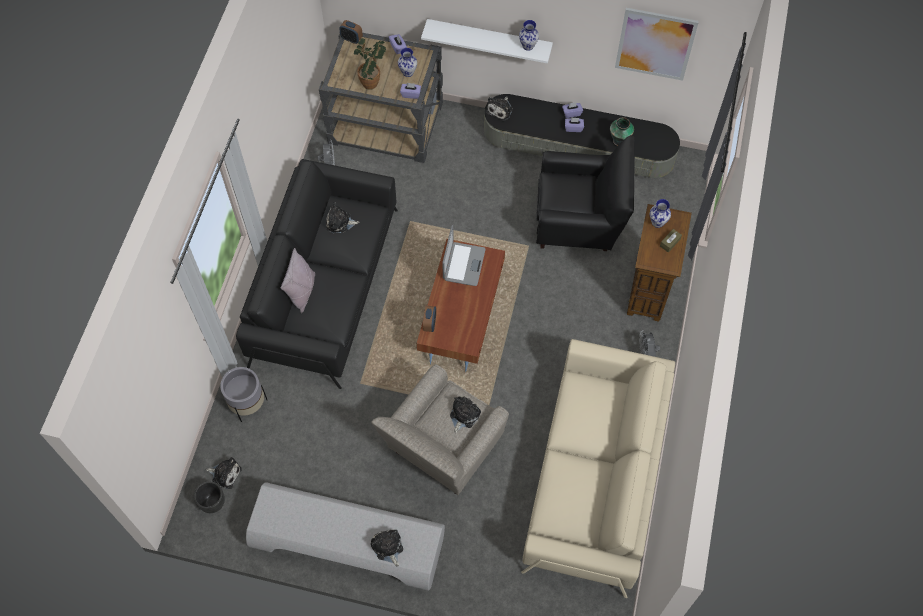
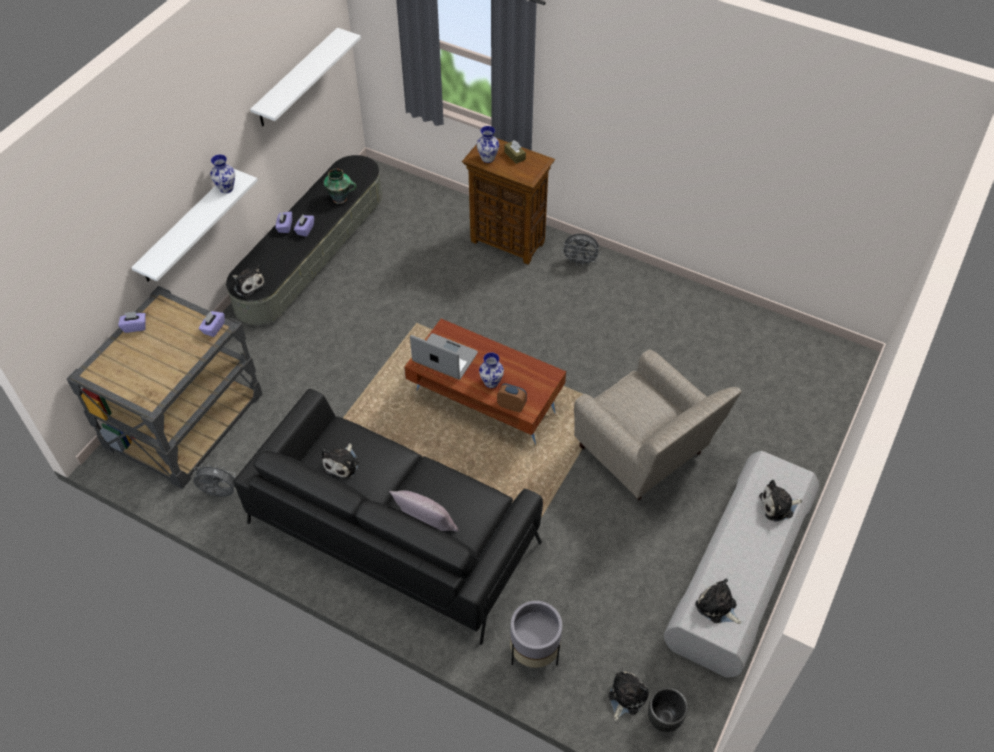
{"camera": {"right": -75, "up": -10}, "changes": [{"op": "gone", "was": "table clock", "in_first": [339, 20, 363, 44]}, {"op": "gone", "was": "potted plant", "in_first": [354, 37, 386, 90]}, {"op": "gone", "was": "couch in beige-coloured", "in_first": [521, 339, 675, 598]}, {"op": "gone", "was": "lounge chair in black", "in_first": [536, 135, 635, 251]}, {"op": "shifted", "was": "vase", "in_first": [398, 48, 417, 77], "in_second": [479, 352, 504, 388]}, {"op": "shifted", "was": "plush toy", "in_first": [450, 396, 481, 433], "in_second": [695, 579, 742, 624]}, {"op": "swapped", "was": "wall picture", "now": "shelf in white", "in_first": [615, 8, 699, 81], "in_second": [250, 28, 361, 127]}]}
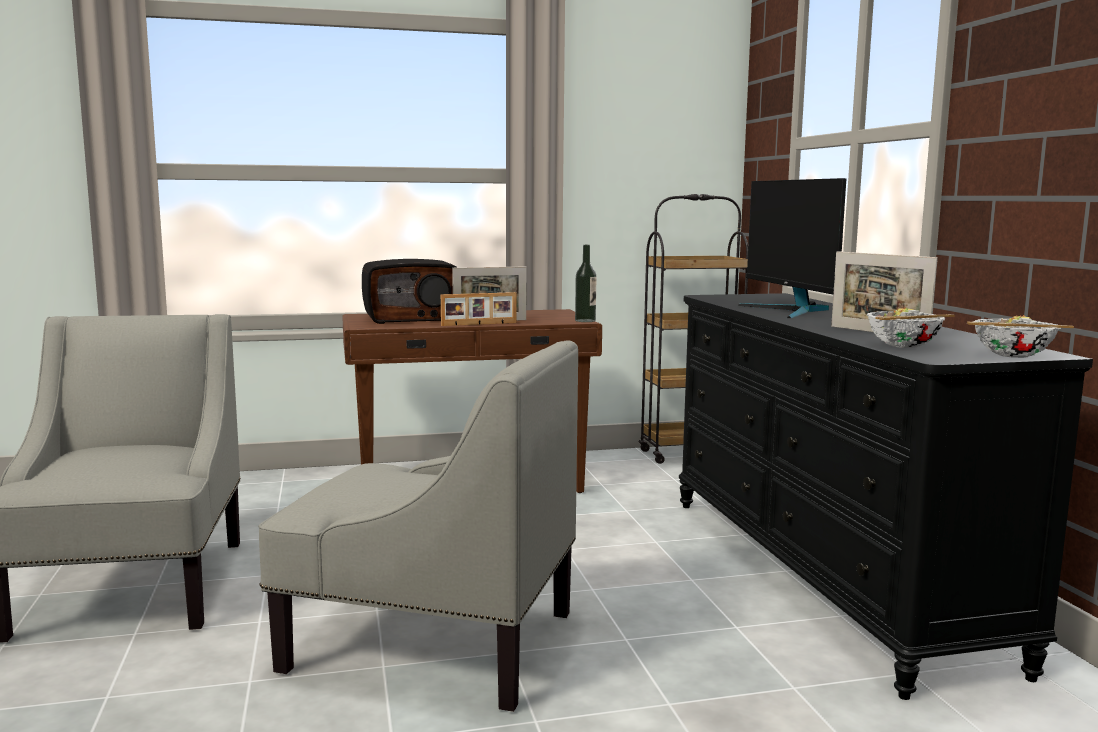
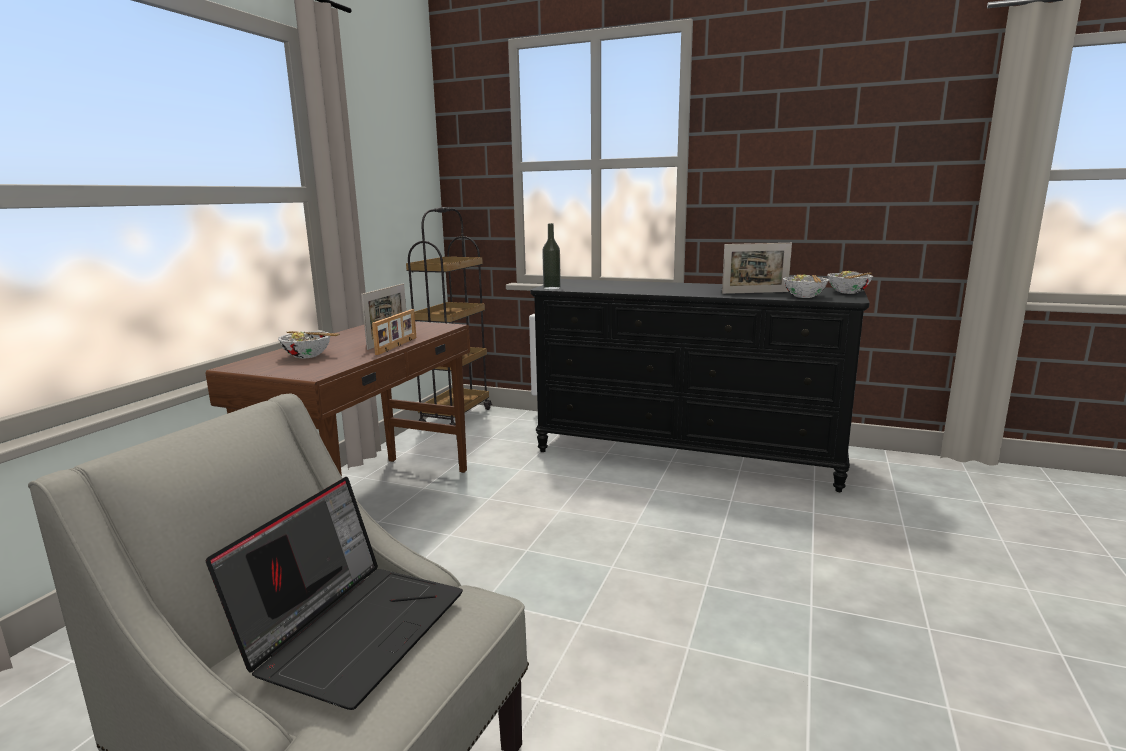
{"camera": {"right": -55, "up": 5}, "changes": [{"op": "gone", "was": "lounge chair in gray", "in_first": [258, 340, 578, 712]}, {"op": "gone", "was": "computer display", "in_first": [738, 178, 846, 318]}, {"op": "new", "now": "notebook computer", "in_second": [206, 477, 463, 710]}, {"op": "shifted", "was": "beverage bottle", "in_first": [575, 245, 597, 322], "in_second": [542, 223, 561, 290]}, {"op": "swapped", "was": "radio", "now": "bowl", "in_first": [362, 259, 457, 324], "in_second": [278, 331, 340, 359]}]}
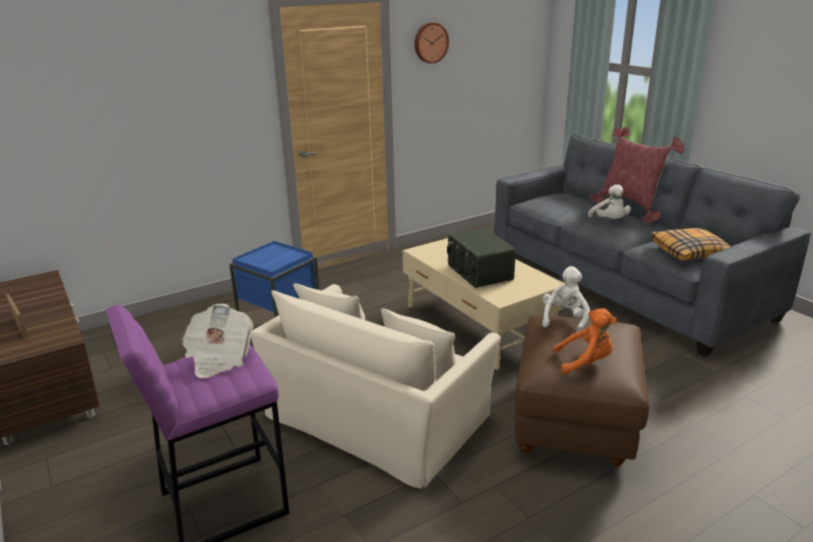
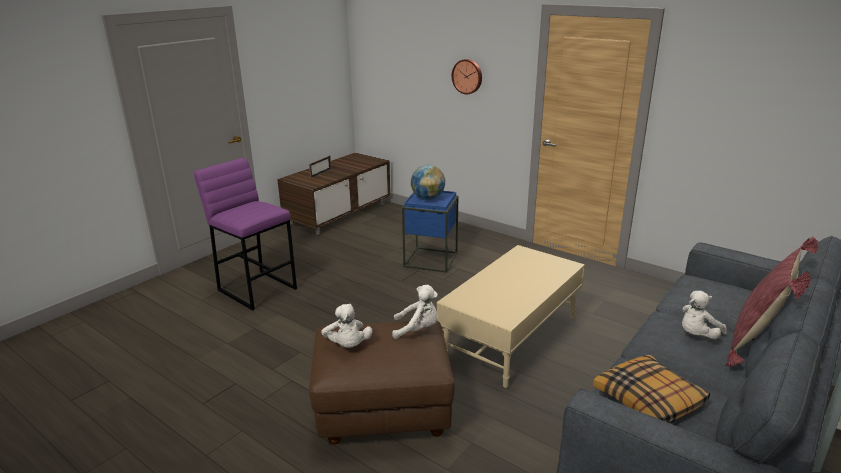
{"camera": {"right": 70, "up": 0}, "changes": [{"op": "gone", "was": "printed paper", "in_first": [182, 304, 254, 378]}, {"op": "gone", "was": "lounge chair in beige-coloured", "in_first": [251, 283, 500, 489]}, {"op": "gone", "was": "radio", "in_first": [447, 228, 516, 288]}, {"op": "new", "now": "globe", "in_second": [411, 165, 445, 200]}, {"op": "shifted", "was": "wall clock", "in_first": [415, 22, 449, 64], "in_second": [452, 59, 482, 94]}, {"op": "repainted", "was": "plush toy in orange", "now": "plush toy in white", "in_first": [553, 308, 616, 375], "in_second": [321, 304, 373, 348]}]}
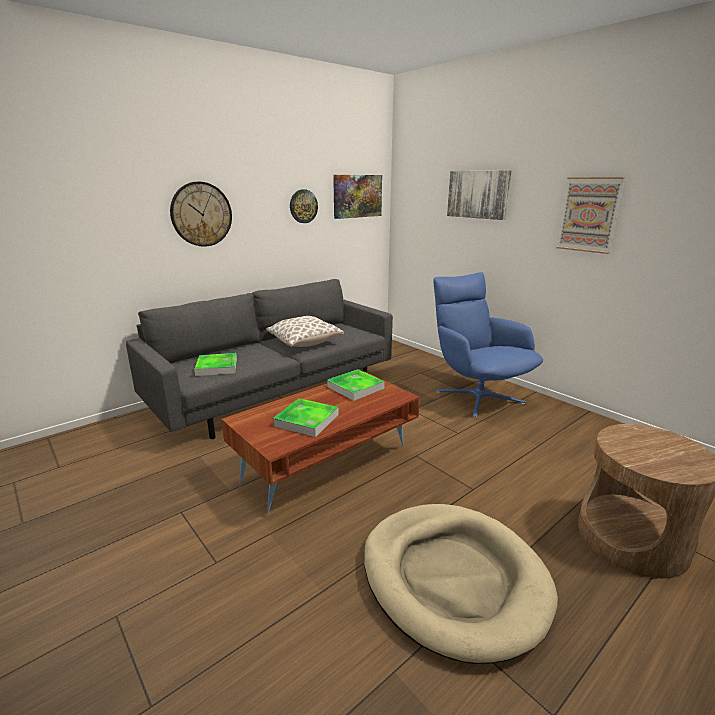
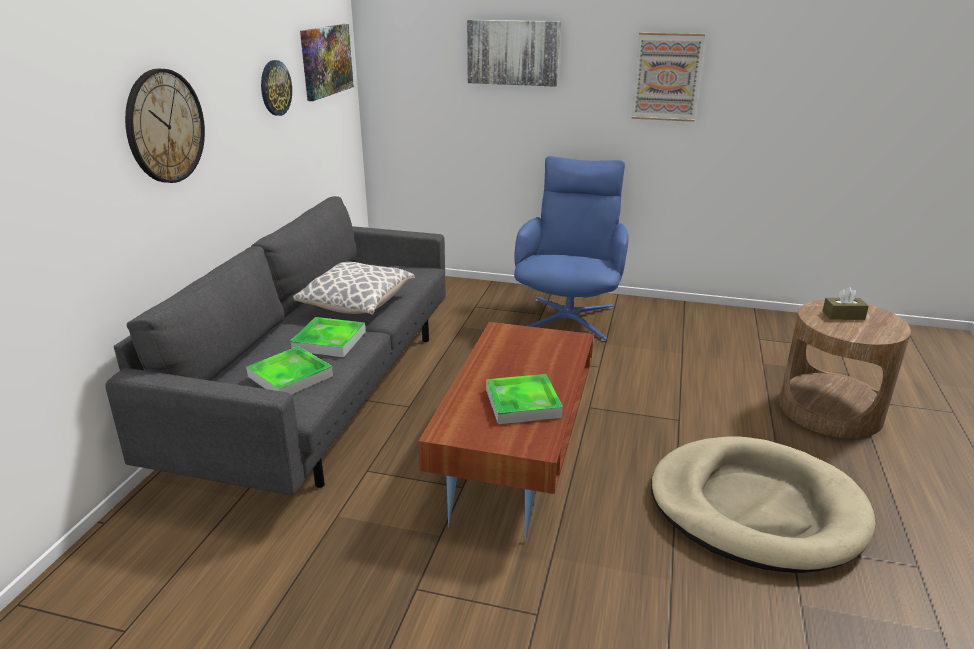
{"camera": {"right": -35, "up": 5}, "changes": [{"op": "new", "now": "tissue box in brown", "in_second": [822, 287, 869, 320]}, {"op": "shifted", "was": "tray", "in_first": [327, 369, 385, 401], "in_second": [290, 317, 366, 357]}, {"op": "rotated", "was": "lounge chair in bluish", "in_first": [433, 272, 543, 418], "in_second": [514, 156, 628, 341], "clockwise": 75}]}
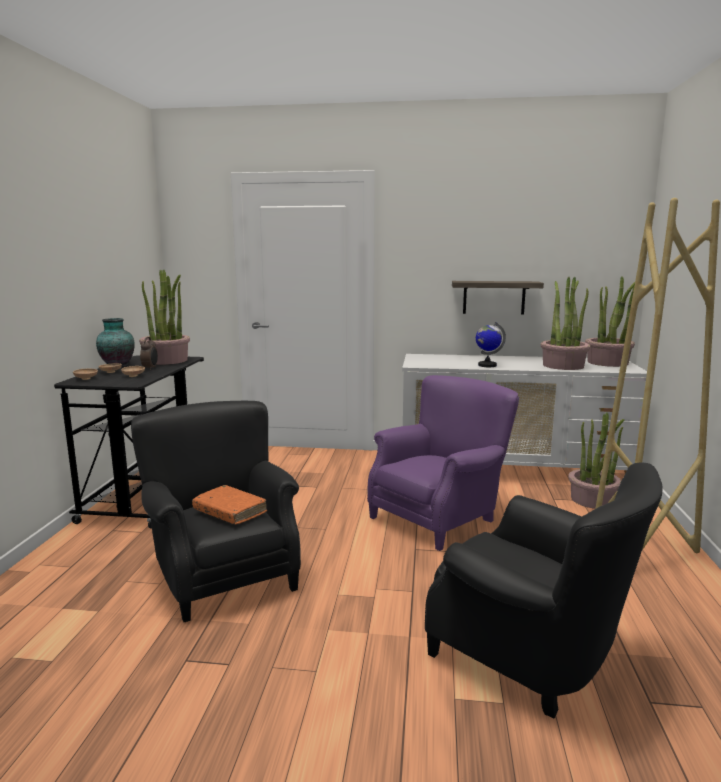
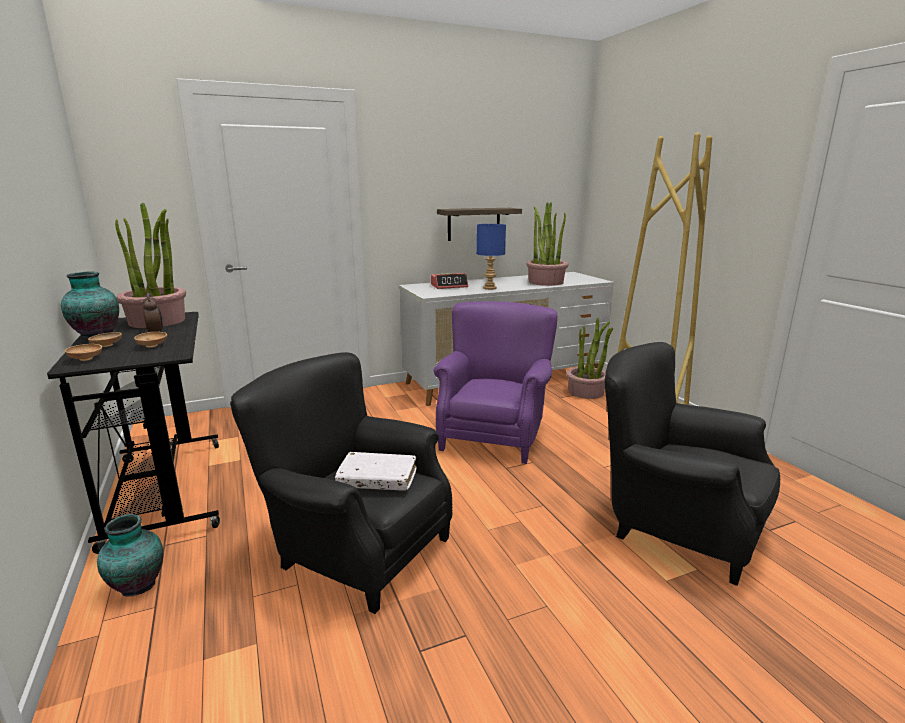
{"camera": {"right": -30, "up": 5}, "changes": [{"op": "gone", "was": "potted plant", "in_first": [585, 276, 635, 367]}, {"op": "new", "now": "vase", "in_second": [97, 514, 163, 597]}, {"op": "new", "now": "table clock", "in_second": [431, 273, 468, 289]}, {"op": "swapped", "was": "globe", "now": "lamp for a table in bluish", "in_first": [476, 322, 506, 367], "in_second": [476, 224, 506, 290]}, {"op": "repainted", "was": "bound book in orange", "now": "bound book in white", "in_first": [192, 485, 267, 524], "in_second": [335, 452, 417, 491]}, {"op": "rotated", "was": "lounge chair in black", "in_first": [425, 462, 663, 719], "in_second": [605, 342, 780, 586], "clockwise": -150}]}
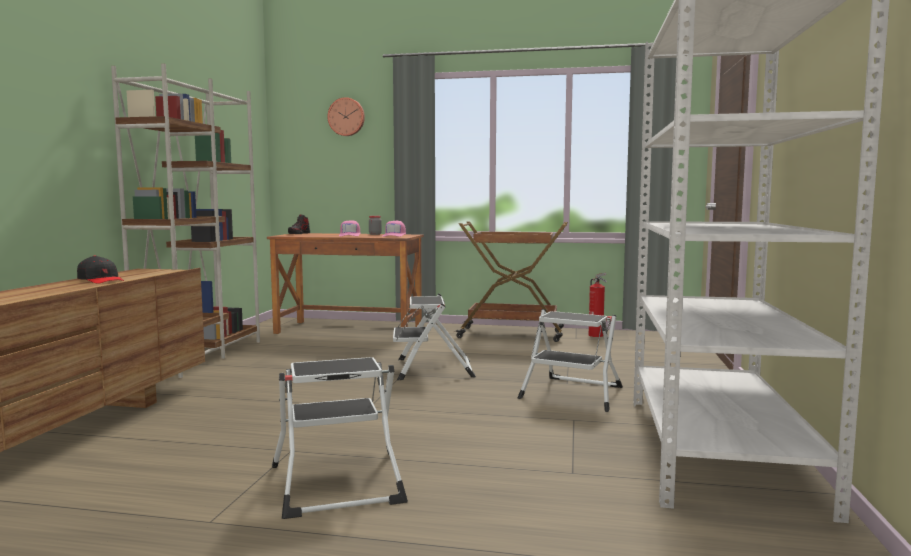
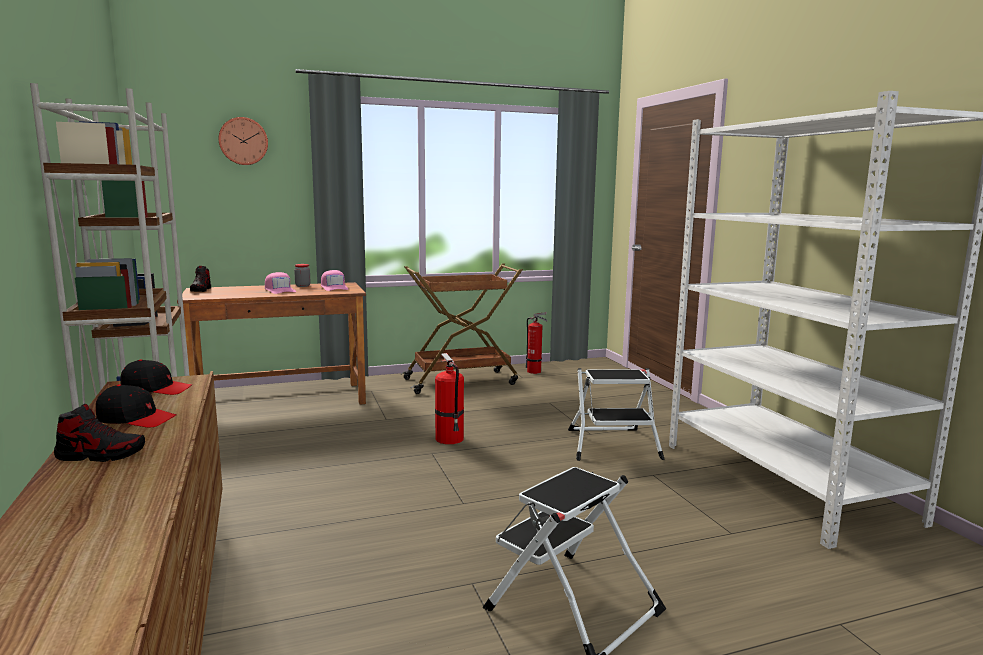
{"camera": {"right": -30, "up": 5}, "changes": [{"op": "new", "now": "low shoe", "in_second": [54, 403, 145, 462]}, {"op": "new", "now": "peaked cap in black", "in_second": [120, 359, 192, 395]}, {"op": "swapped", "was": "stepladder", "now": "extinguisher", "in_first": [393, 293, 476, 380], "in_second": [435, 353, 464, 444]}]}
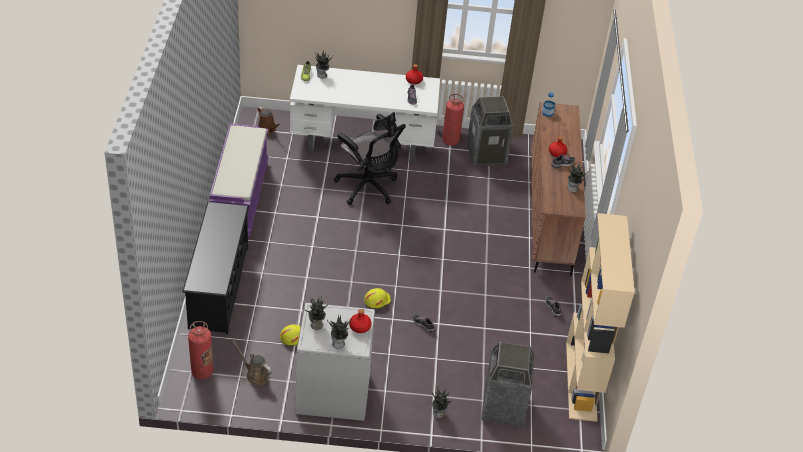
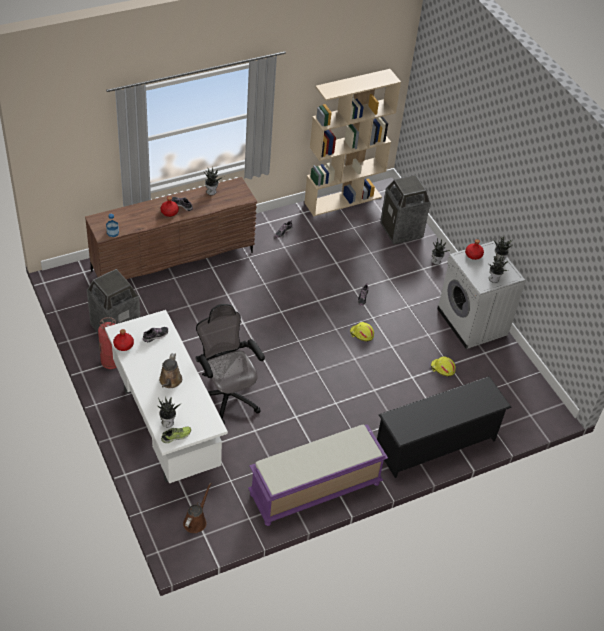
{"camera": {"right": -120, "up": 5}, "changes": [{"op": "gone", "was": "extinguisher", "in_first": [188, 321, 213, 379]}, {"op": "shifted", "was": "watering pot in brown", "in_first": [232, 340, 272, 385], "in_second": [159, 353, 182, 388]}, {"op": "rotated", "was": "computer chair", "in_first": [334, 112, 406, 205], "in_second": [195, 304, 265, 425], "clockwise": -45}]}
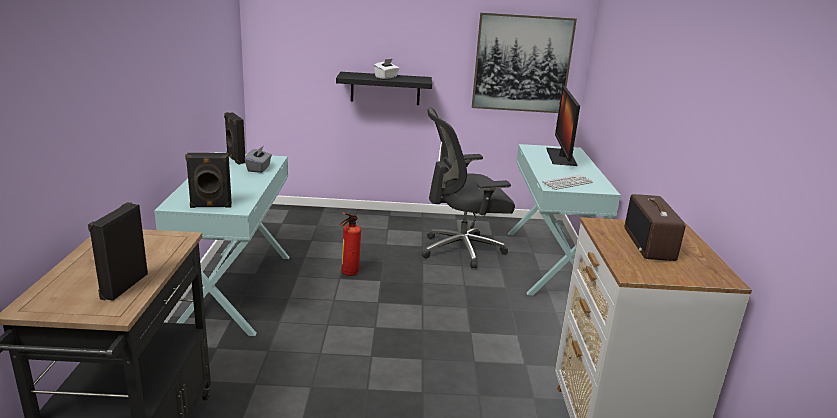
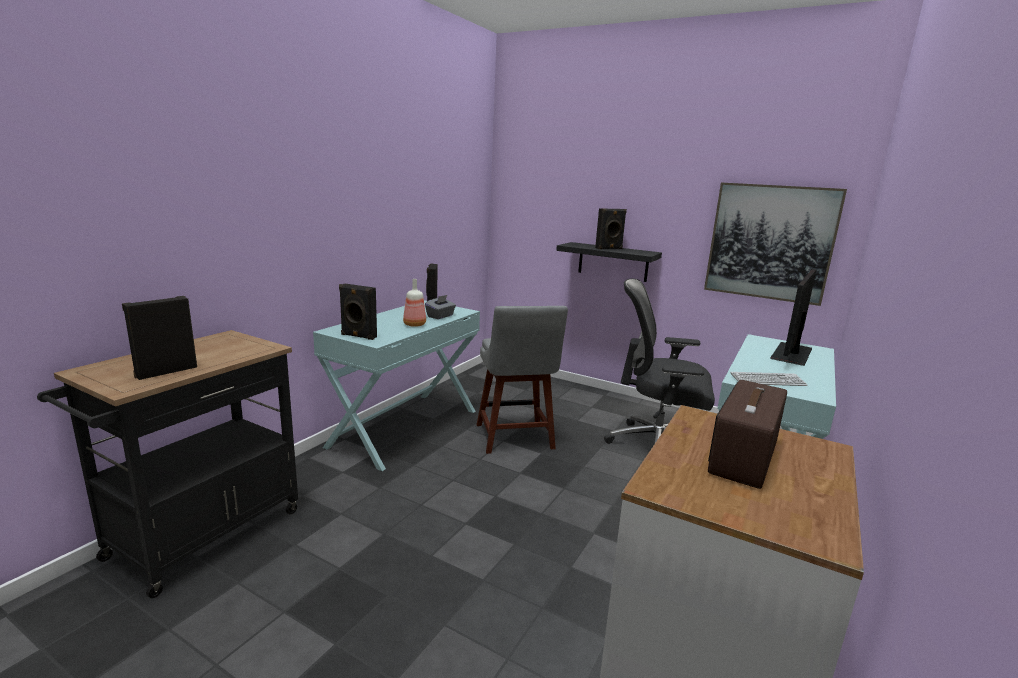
{"camera": {"right": 30, "up": -5}, "changes": [{"op": "new", "now": "beverage bottle", "in_second": [403, 279, 426, 327]}, {"op": "swapped", "was": "extinguisher", "now": "chair in gray", "in_first": [340, 212, 361, 276], "in_second": [476, 306, 568, 454]}, {"op": "swapped", "was": "tissue box in white", "now": "audio speaker in black", "in_first": [374, 59, 400, 79], "in_second": [595, 208, 627, 249]}]}
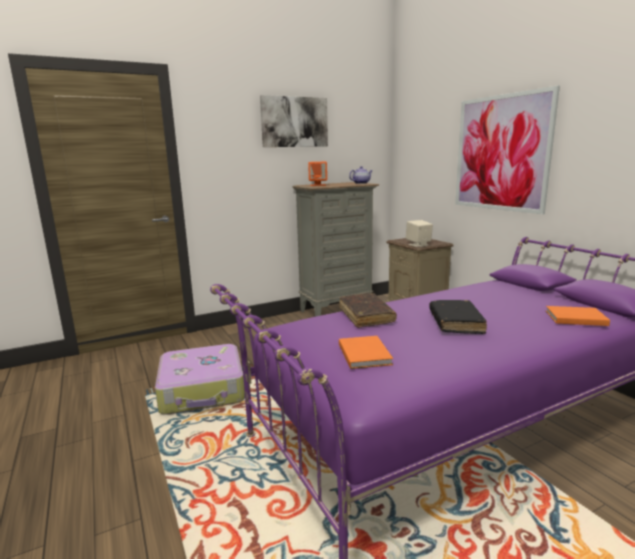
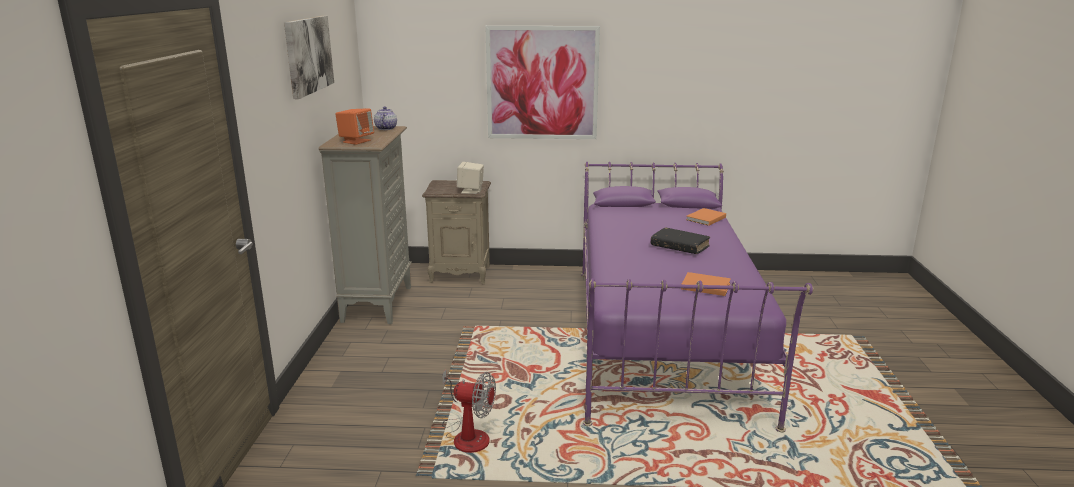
{"camera": {"right": -60, "up": 5}, "changes": [{"op": "gone", "was": "bound book in brown", "in_first": [339, 293, 397, 328]}, {"op": "swapped", "was": "piece of luggage", "now": "fan", "in_first": [155, 344, 245, 415], "in_second": [442, 370, 496, 453]}]}
